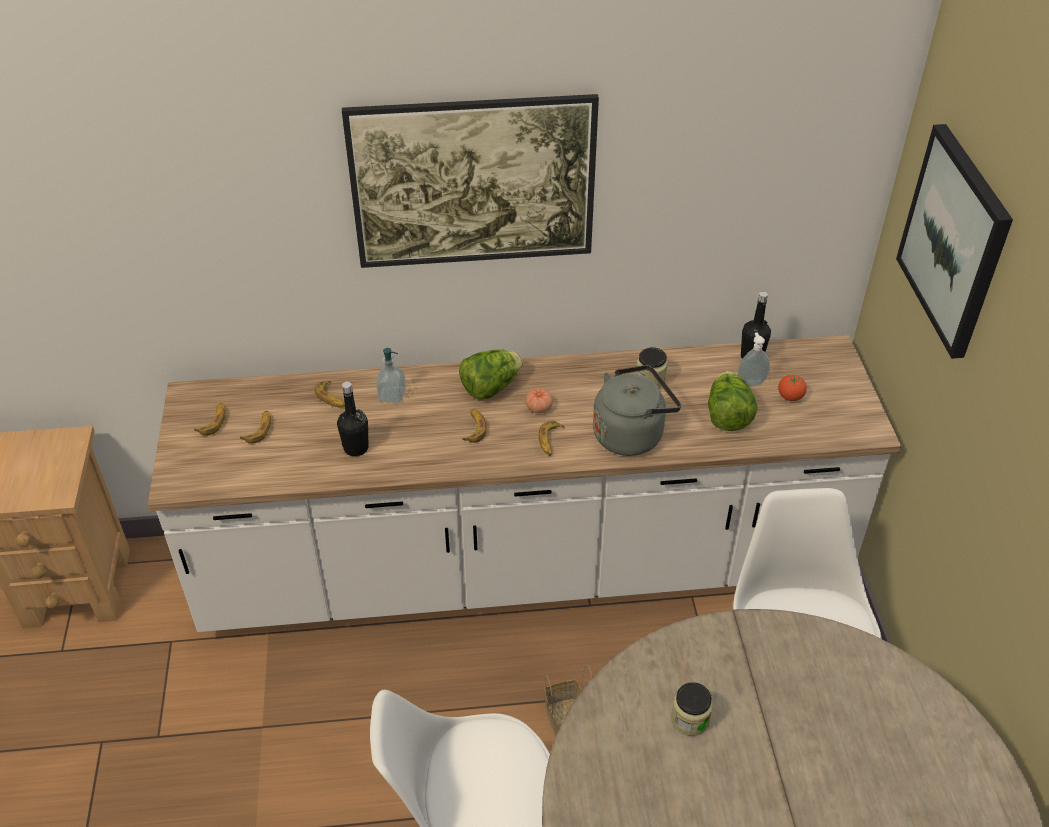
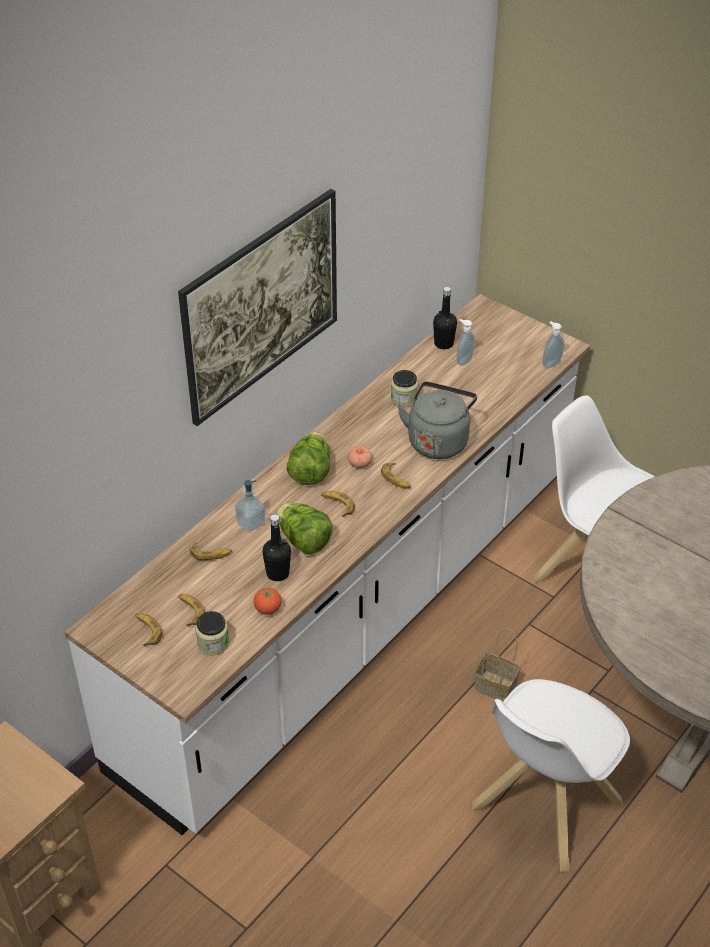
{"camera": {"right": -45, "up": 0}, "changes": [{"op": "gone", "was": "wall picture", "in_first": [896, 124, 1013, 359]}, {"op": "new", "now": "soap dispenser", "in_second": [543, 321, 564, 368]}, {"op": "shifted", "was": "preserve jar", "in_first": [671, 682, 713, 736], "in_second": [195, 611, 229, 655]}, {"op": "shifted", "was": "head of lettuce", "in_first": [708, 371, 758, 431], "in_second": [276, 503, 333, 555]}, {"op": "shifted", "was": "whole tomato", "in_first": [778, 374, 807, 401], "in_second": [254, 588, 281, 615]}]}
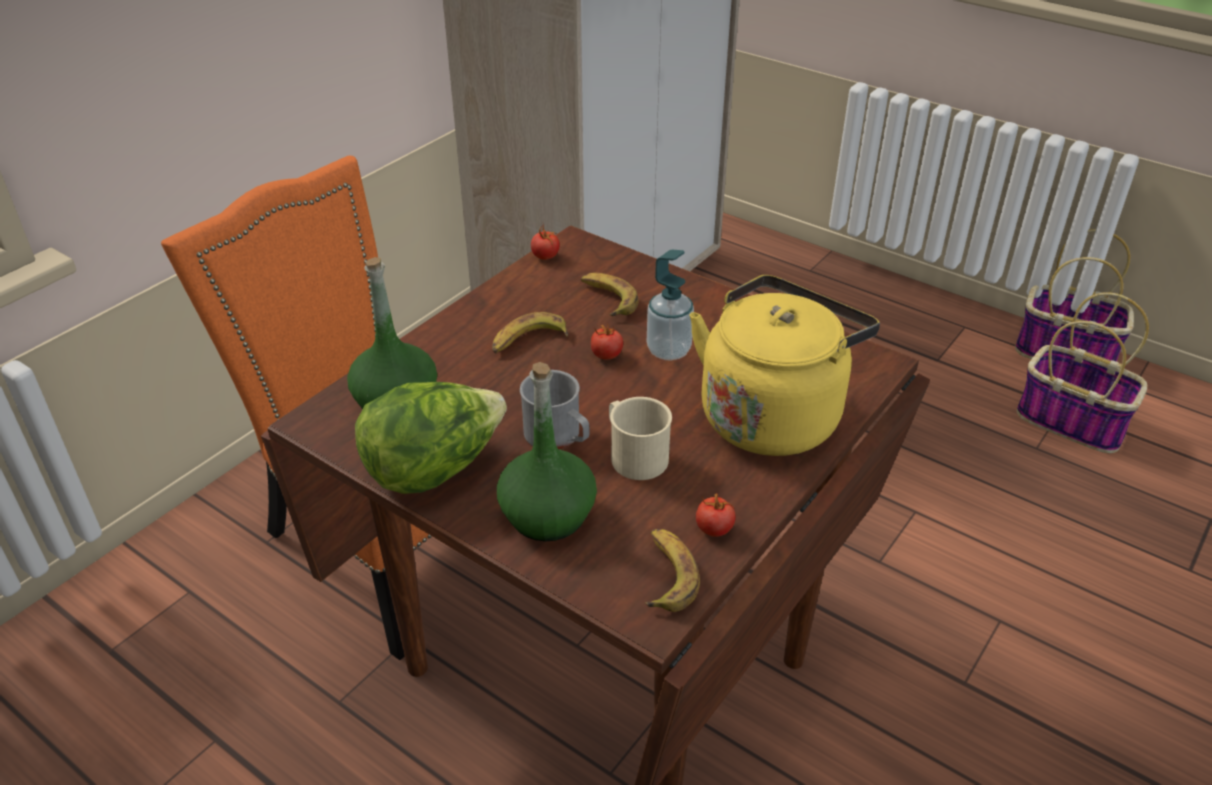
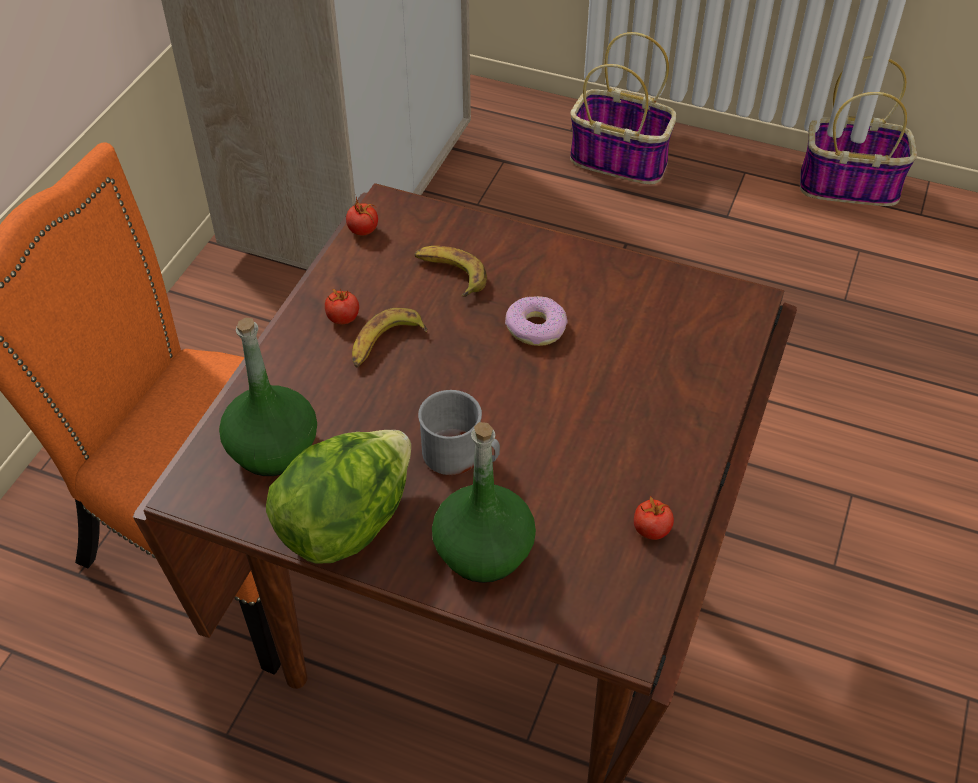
{"camera": {"right": -15, "up": 10}, "changes": [{"op": "gone", "was": "mug in beige-coloured", "in_first": [609, 397, 672, 480]}, {"op": "gone", "was": "banana", "in_first": [645, 529, 700, 612]}, {"op": "gone", "was": "kettle in yellow", "in_first": [689, 275, 880, 456]}, {"op": "shifted", "was": "whole tomato", "in_first": [591, 323, 623, 360], "in_second": [325, 288, 359, 324]}, {"op": "shifted", "was": "storage basket", "in_first": [1016, 292, 1149, 454], "in_second": [570, 32, 677, 185]}, {"op": "swapped", "was": "soap dispenser", "now": "ring doughnut", "in_first": [647, 250, 694, 360], "in_second": [505, 296, 568, 346]}]}
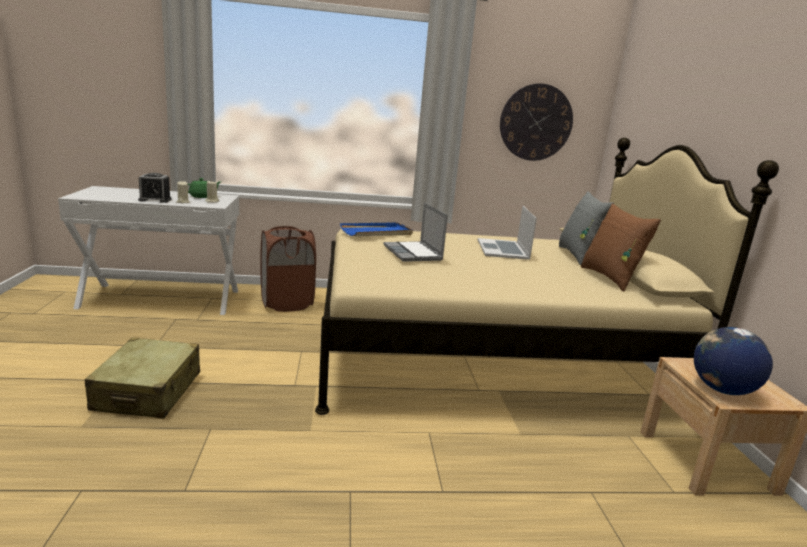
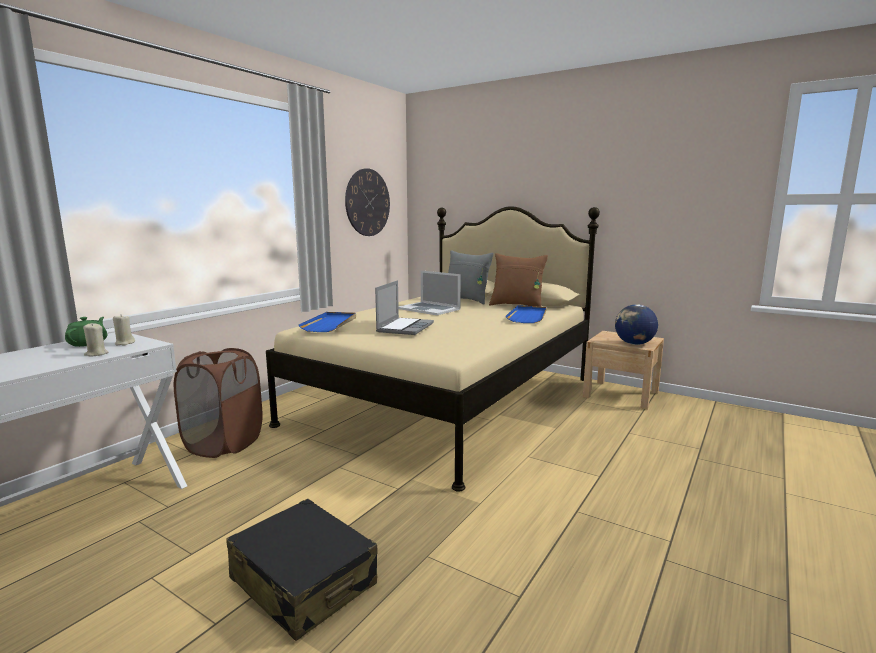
{"camera": {"right": -50, "up": -5}, "changes": [{"op": "gone", "was": "table clock", "in_first": [138, 173, 171, 203]}, {"op": "new", "now": "tray in bluish", "in_second": [506, 305, 546, 323]}, {"op": "repainted", "was": "piece of luggage in beige-coloured", "now": "piece of luggage in black", "in_first": [85, 337, 200, 419], "in_second": [226, 499, 377, 641]}, {"op": "rotated", "was": "notebook computer", "in_first": [383, 203, 448, 262], "in_second": [375, 280, 434, 335], "clockwise": -90}]}
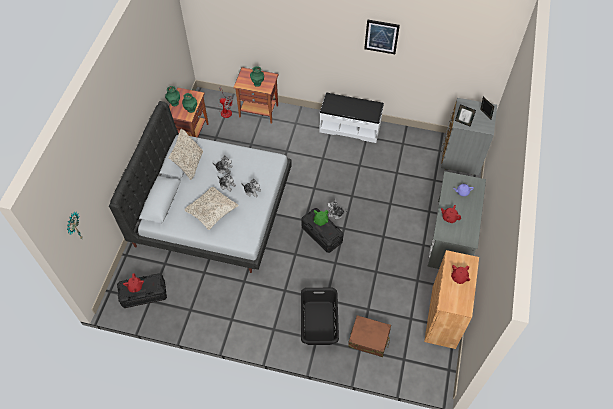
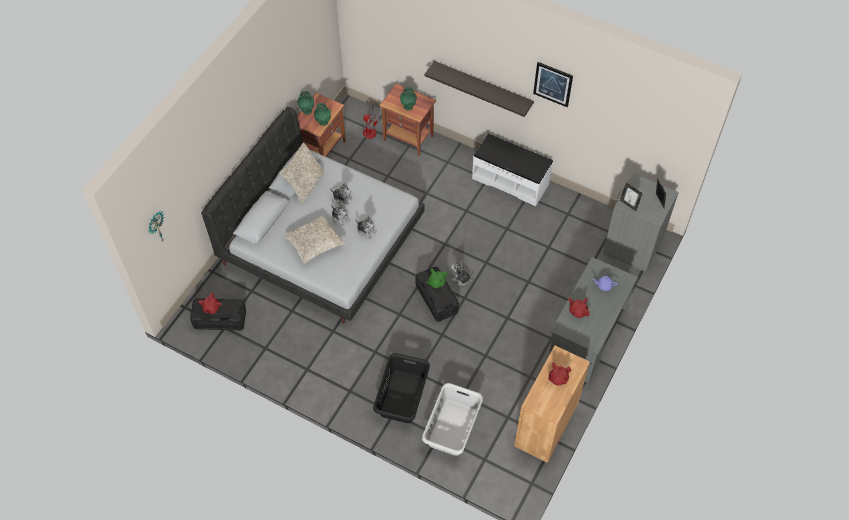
{"camera": {"right": 15, "up": 0}, "changes": [{"op": "new", "now": "shelf", "in_second": [424, 61, 534, 117]}, {"op": "swapped", "was": "piece of luggage in brown", "now": "laundry basket in gray", "in_first": [348, 315, 391, 357], "in_second": [422, 383, 483, 456]}]}
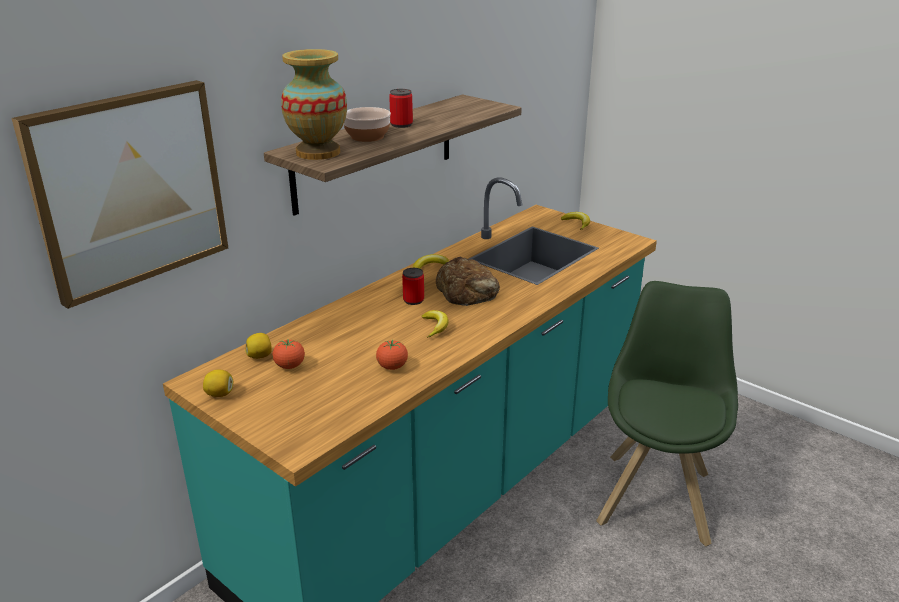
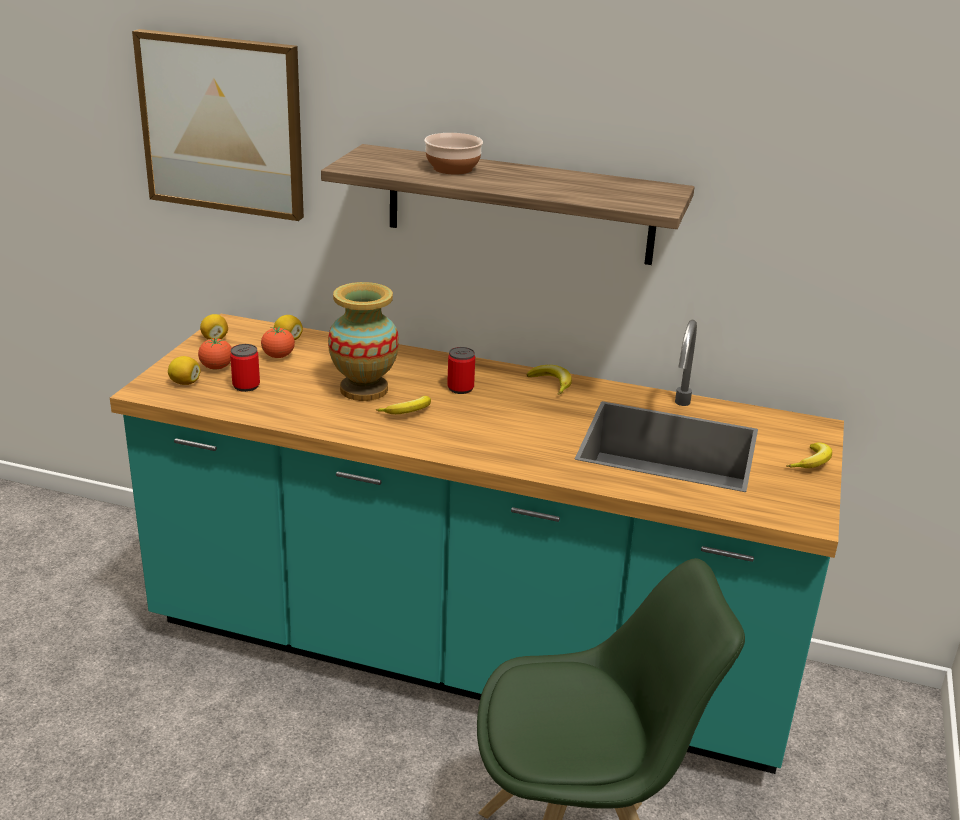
{"camera": {"right": 65, "up": 0}, "changes": [{"op": "gone", "was": "bread", "in_first": [436, 257, 500, 306]}, {"op": "new", "now": "whole lemon", "in_second": [168, 356, 201, 385]}, {"op": "shifted", "was": "vase", "in_first": [281, 49, 347, 160], "in_second": [328, 282, 399, 401]}, {"op": "shifted", "was": "whole tomato", "in_first": [376, 339, 408, 370], "in_second": [198, 337, 232, 370]}, {"op": "shifted", "was": "can", "in_first": [389, 89, 413, 128], "in_second": [230, 344, 260, 392]}]}
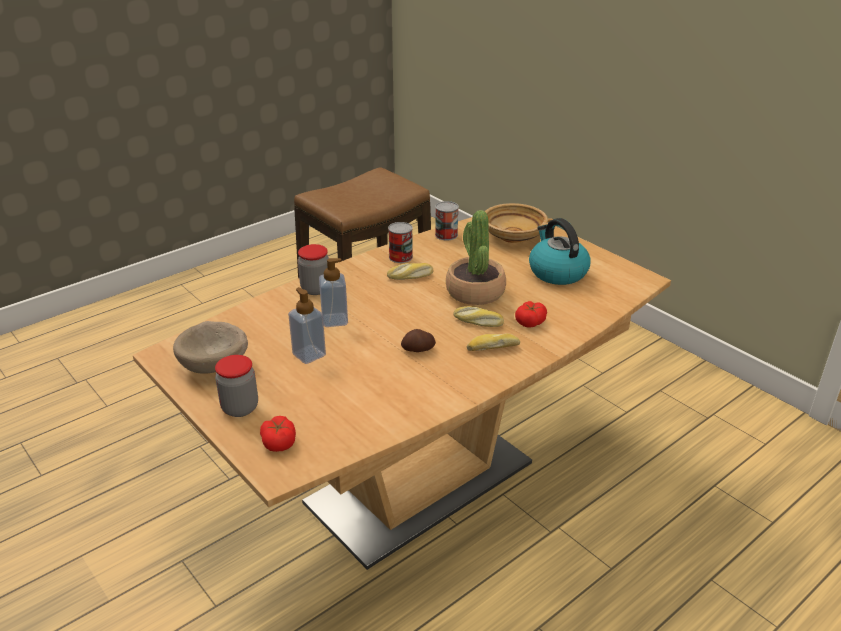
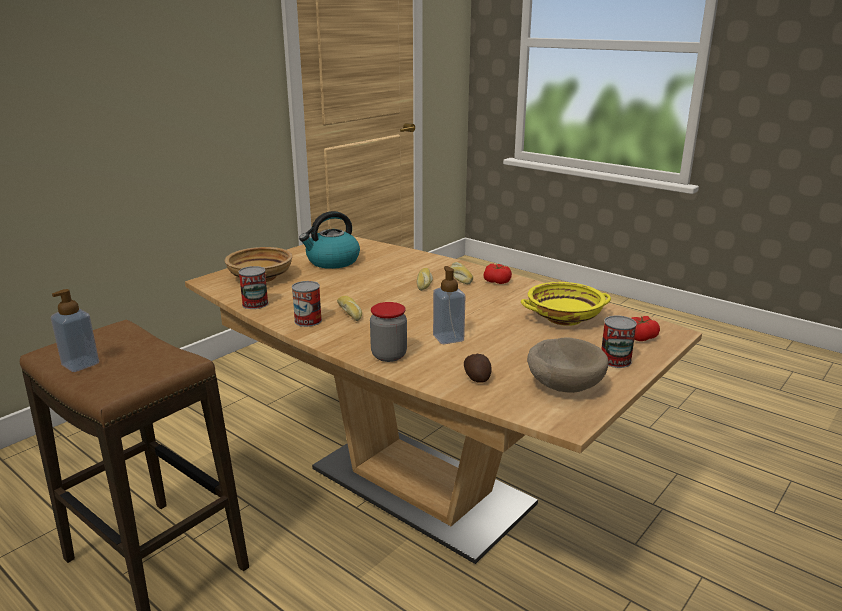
{"camera": {"right": -100, "up": -10}, "changes": [{"op": "gone", "was": "potted plant", "in_first": [446, 210, 506, 305]}, {"op": "new", "now": "bowl in yellow", "in_second": [521, 282, 611, 326]}, {"op": "shifted", "was": "soap dispenser", "in_first": [288, 287, 326, 364], "in_second": [51, 289, 99, 372]}, {"op": "shifted", "was": "spud", "in_first": [401, 329, 436, 352], "in_second": [464, 354, 492, 383]}, {"op": "shifted", "was": "whole tomato", "in_first": [515, 301, 547, 328], "in_second": [484, 264, 512, 284]}, {"op": "swapped", "was": "preserve jar", "now": "can", "in_first": [215, 355, 258, 417], "in_second": [602, 316, 637, 368]}]}
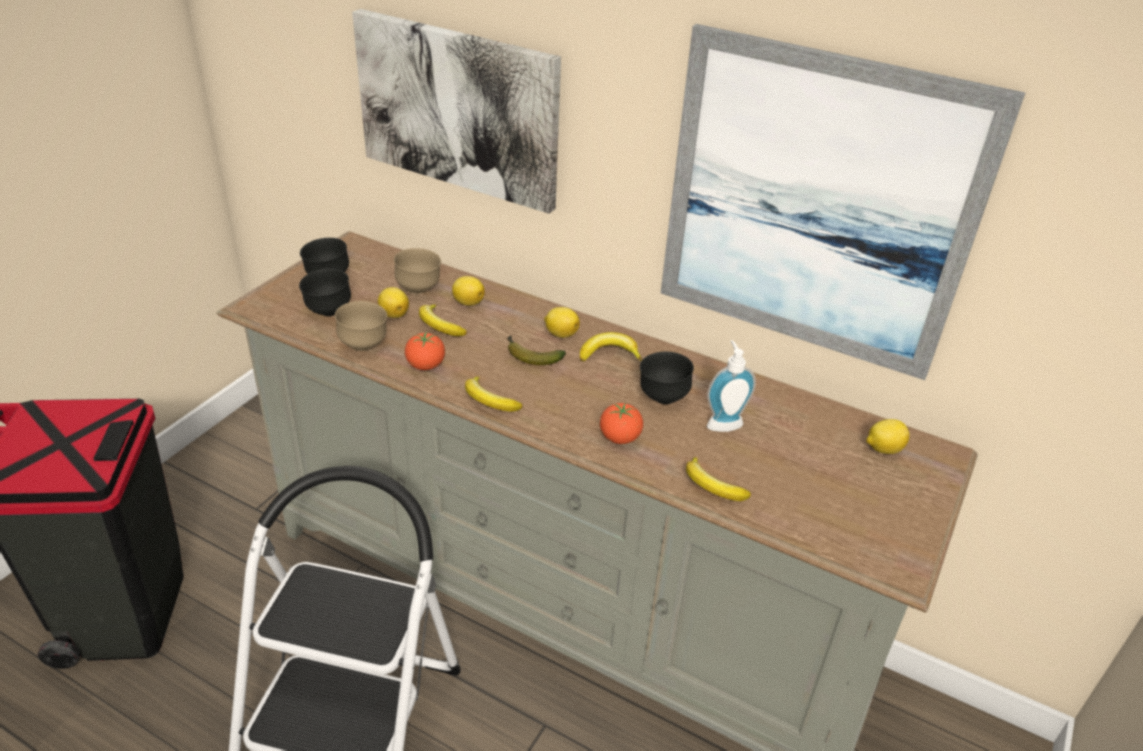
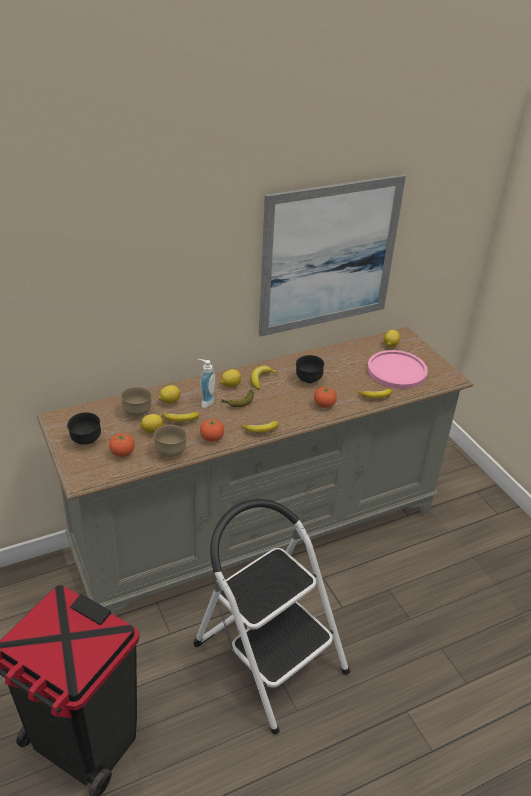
{"camera": {"right": -55, "up": 0}, "changes": [{"op": "gone", "was": "wall picture", "in_first": [352, 9, 561, 214]}, {"op": "new", "now": "plate in pinkish", "in_second": [367, 350, 428, 389]}, {"op": "shifted", "was": "soap dispenser", "in_first": [707, 340, 756, 432], "in_second": [198, 359, 215, 408]}, {"op": "swapped", "was": "bowl in black", "now": "whole tomato", "in_first": [299, 268, 351, 316], "in_second": [109, 432, 135, 457]}]}
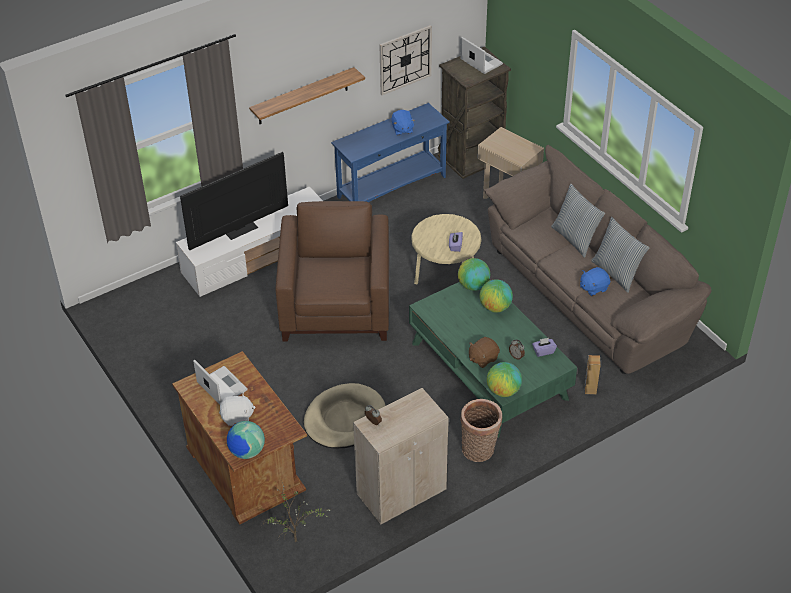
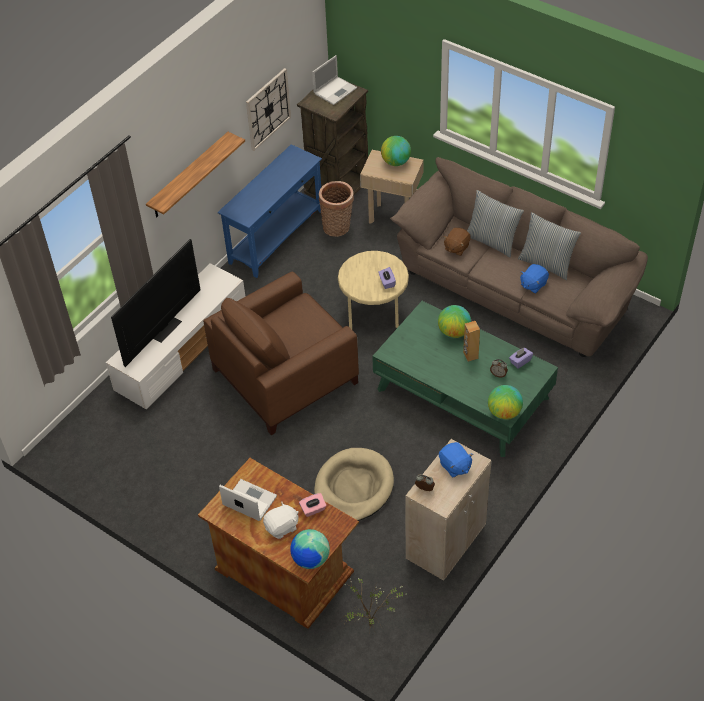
{"camera": {"right": -20, "up": 5}, "changes": [{"op": "new", "now": "tissue box in pinkish", "in_second": [299, 493, 326, 517]}, {"op": "shifted", "was": "plush toy in bluish", "in_first": [392, 110, 415, 135], "in_second": [439, 442, 473, 478]}, {"op": "shifted", "was": "globe", "in_first": [458, 258, 490, 291], "in_second": [381, 136, 411, 166]}, {"op": "shifted", "was": "storage basket", "in_first": [460, 399, 502, 462], "in_second": [319, 181, 354, 237]}, {"op": "shifted", "was": "plush toy in brown", "in_first": [469, 337, 500, 368], "in_second": [443, 228, 471, 256]}, {"op": "shifted", "was": "audio speaker in brown", "in_first": [585, 355, 601, 395], "in_second": [463, 321, 480, 362]}, {"op": "rotated", "was": "lounge chair in brown", "in_first": [276, 201, 389, 341], "in_second": [203, 272, 359, 435], "clockwise": -105}, {"op": "rotated", "was": "notebook computer", "in_first": [460, 37, 503, 74], "in_second": [312, 55, 357, 105], "clockwise": 105}]}
